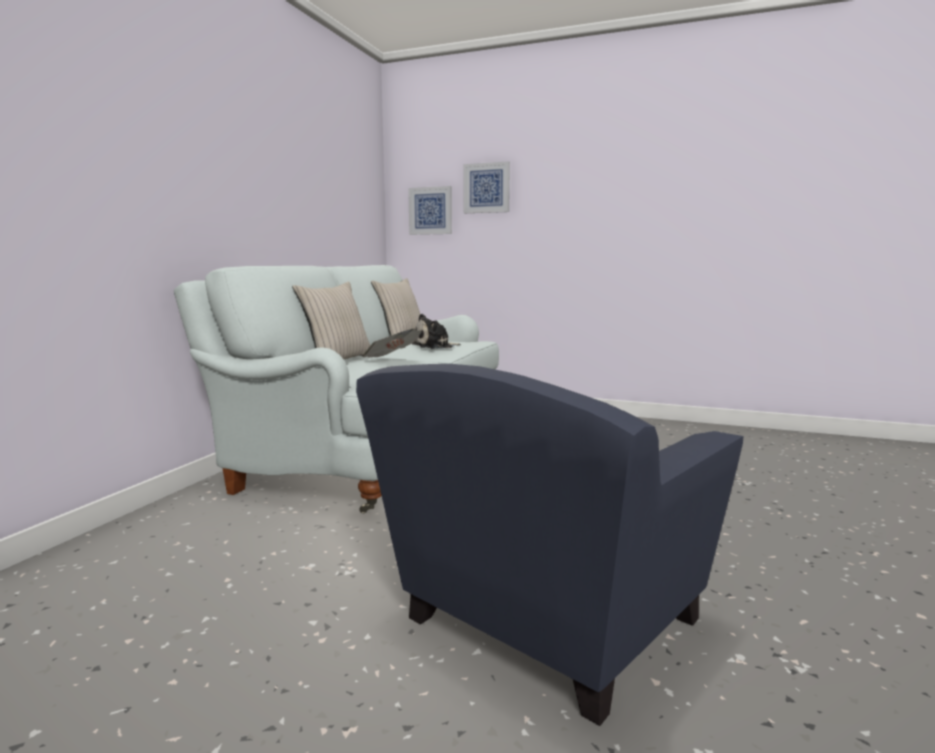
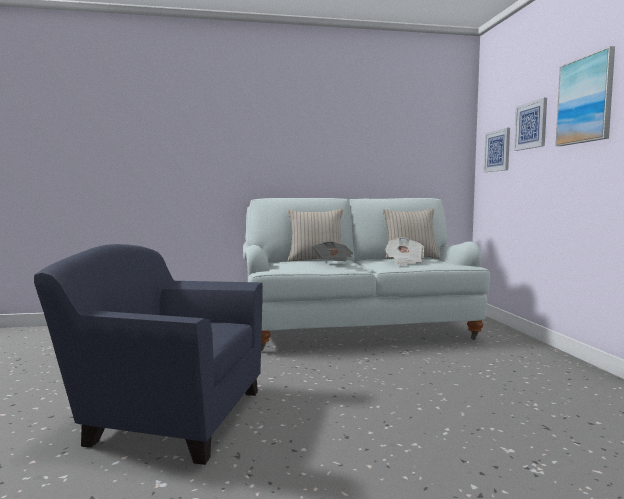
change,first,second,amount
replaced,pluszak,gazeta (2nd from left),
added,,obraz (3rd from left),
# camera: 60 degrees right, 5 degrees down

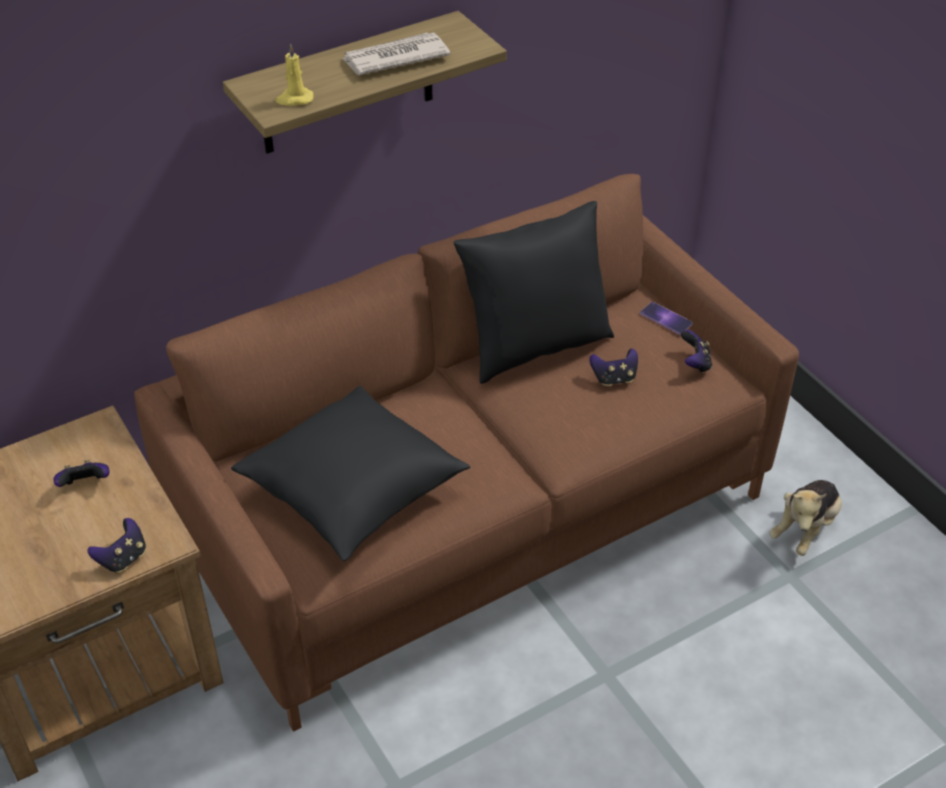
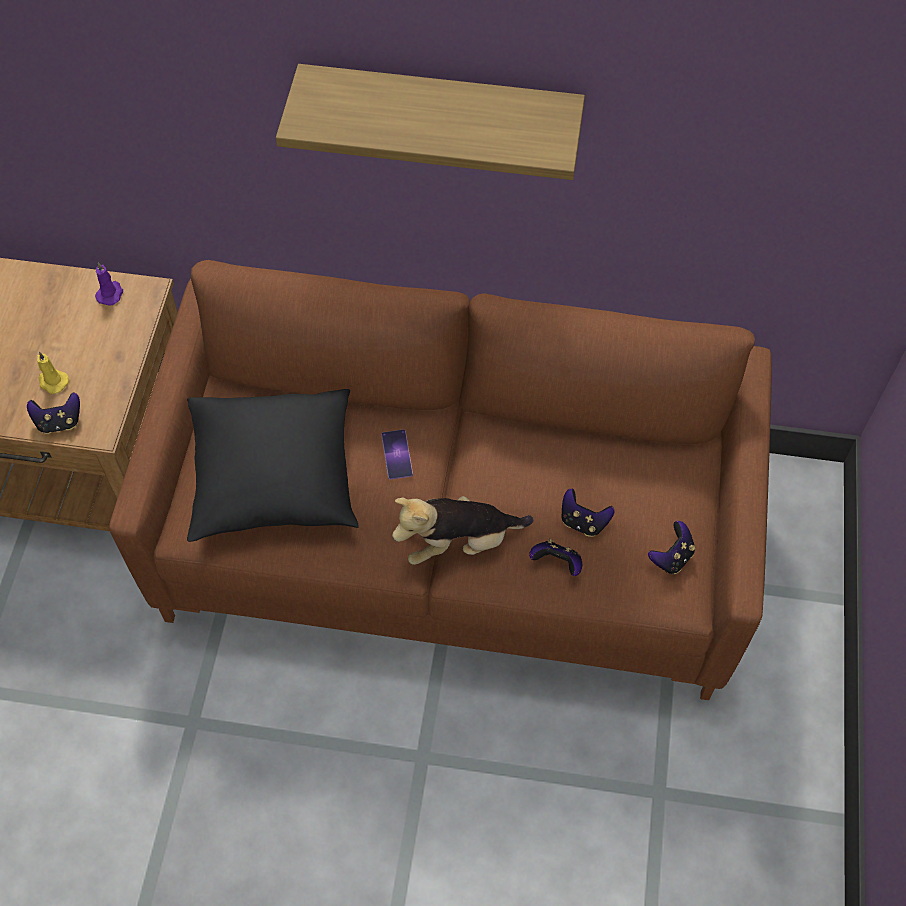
change,first,second,amount
moved,świeca (żółty),,
added,,świeca (fioletowy),
moved,telefon,,
moved,pluszak,,
moved,pad do gier (1st from left in the first image),pad do gier (2nd from left),
removed,gazeta,,
removed,poduszka (czarny) (2nd from left),,
# camera: 40 degrees right, 15 degrees up

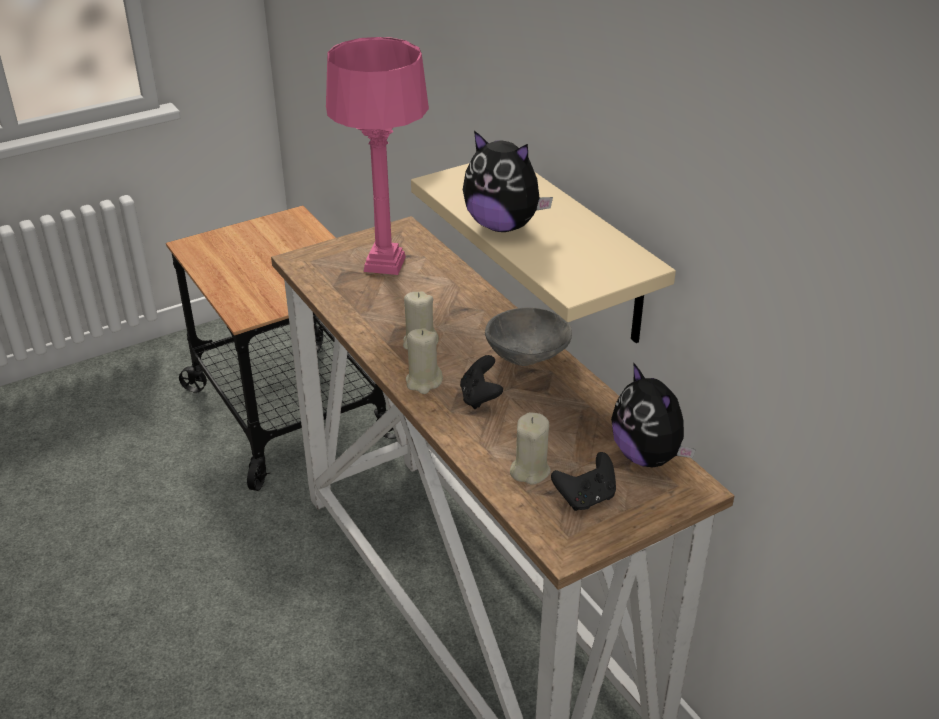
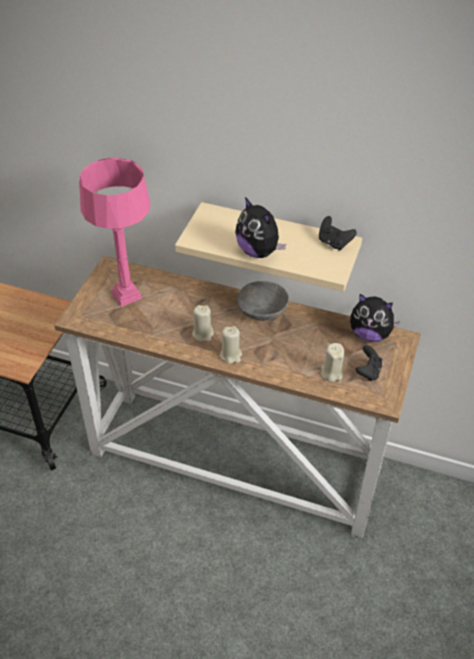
change,first,second,amount
turned,pluszak (1st from left),,60 degrees clockwise
moved,pad do gier (czarny) (1st from left),,
# camera: 40 degrees left, 10 degrees up

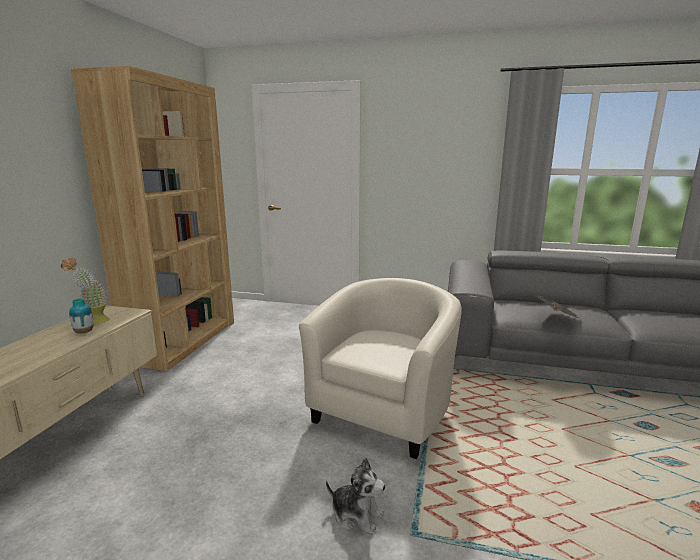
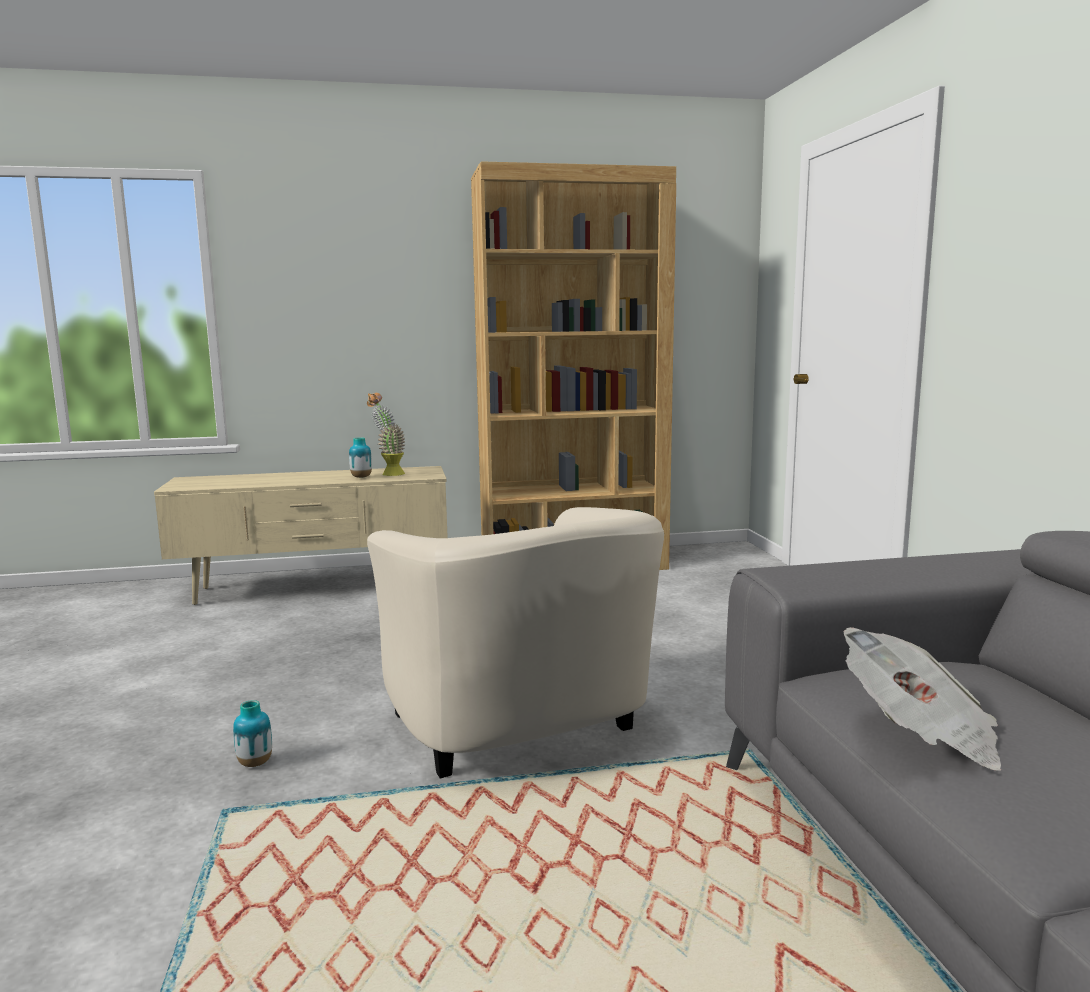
change,first,second,amount
replaced,pluszak,wazon (1st from left),
turned,fotel (beżowy),,60 degrees clockwise
# camera: 65 degrees right, 5 degrees down

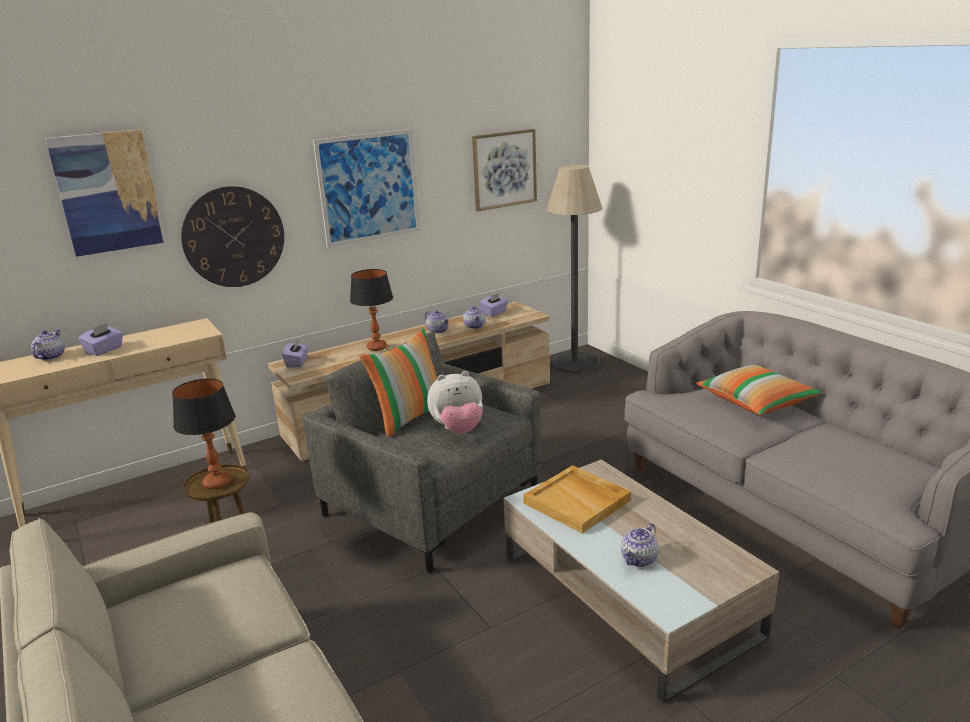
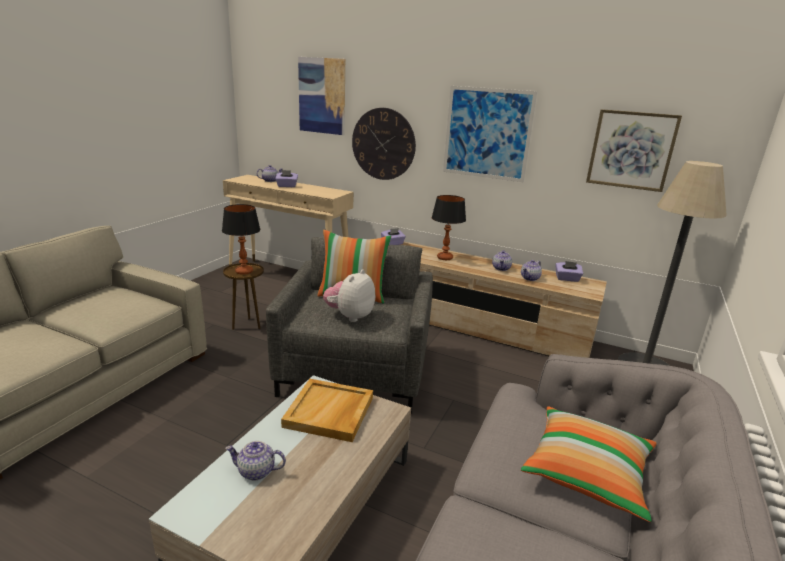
change,first,second,amount
turned,pluszak,,75 degrees clockwise
# camera: 55 degrees right, 0 degrees up

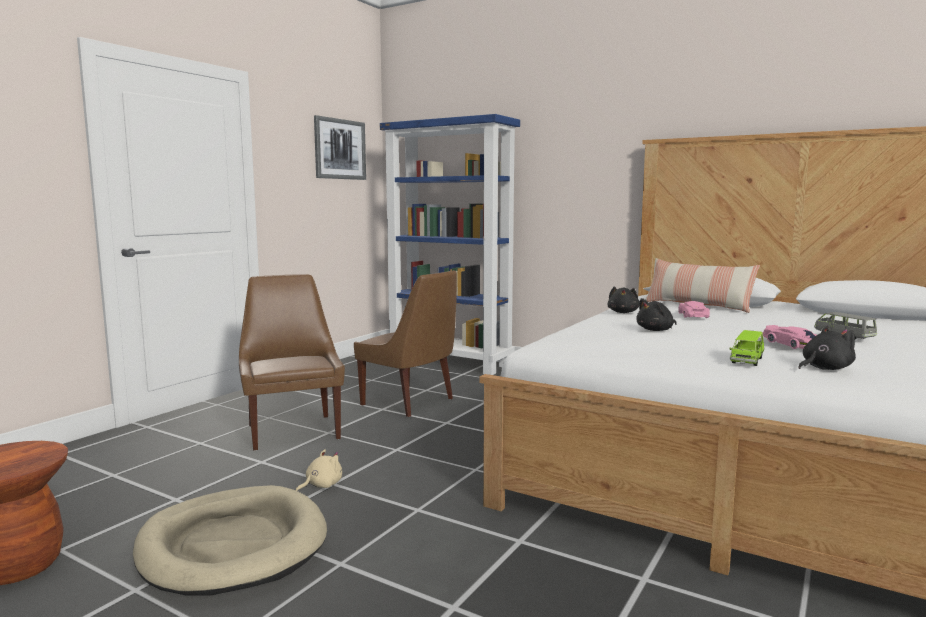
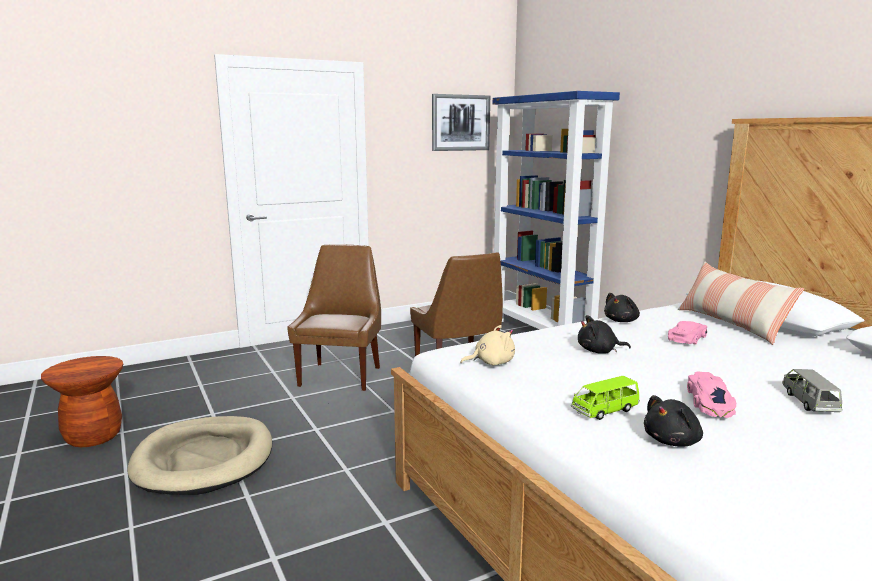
change,first,second,amount
moved,pluszak (beżowy),,
turned,pluszak (czarny) (3rd from left),,135 degrees clockwise
# camera: 30 degrees right, 5 degrees up

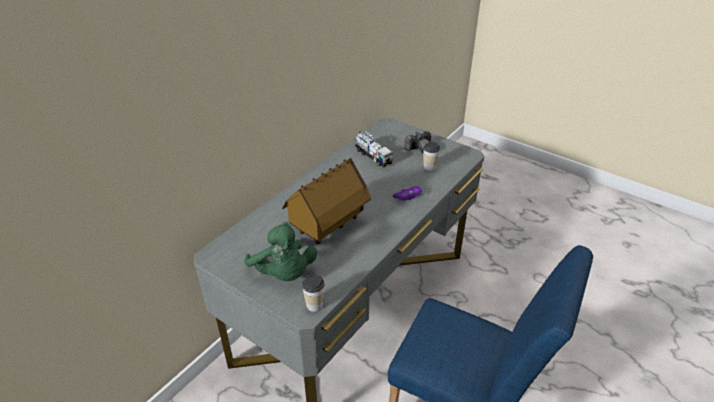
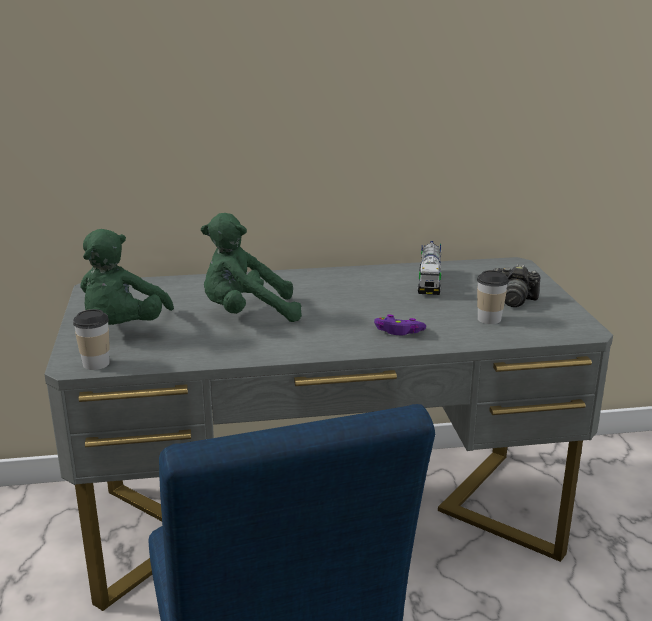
change,first,second,amount
replaced,domek,pluszak (zielony) (2nd from left),
# camera: 45 degrees right, 15 degrees down

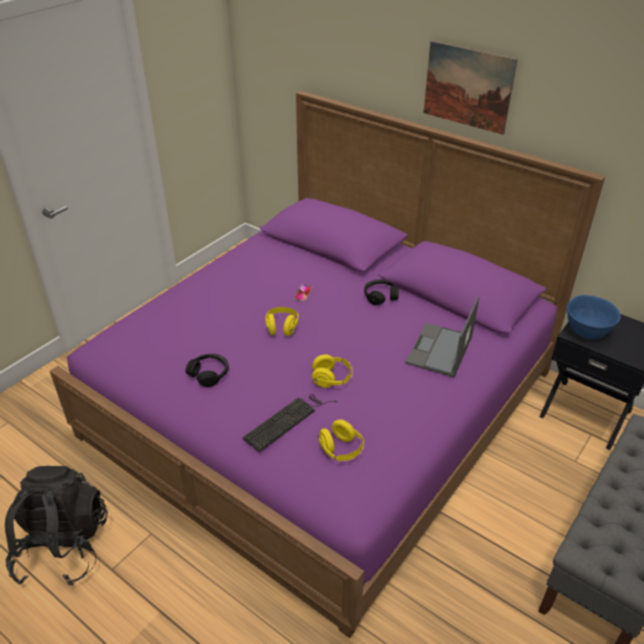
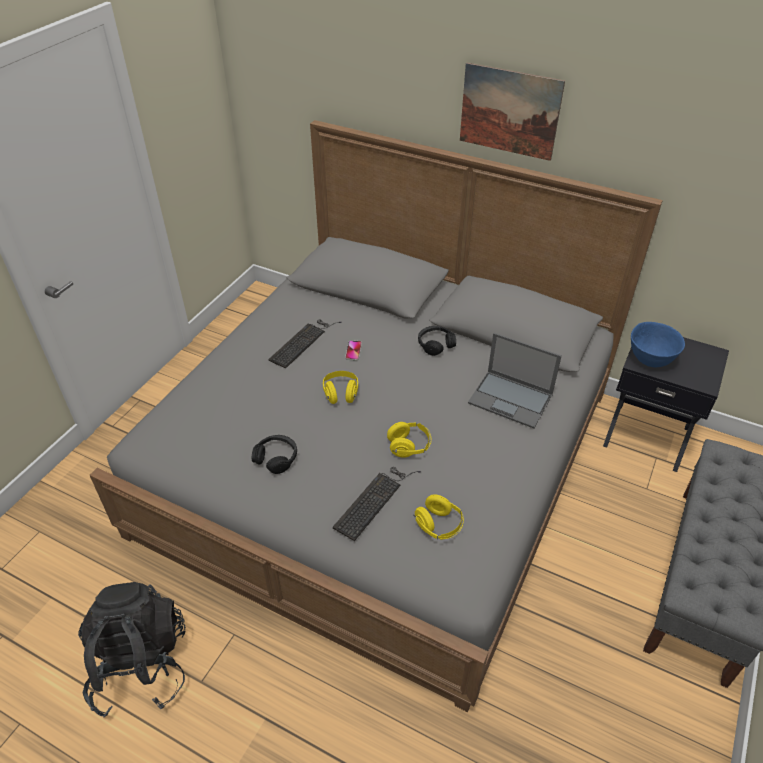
change,first,second,amount
recoloured,łóżko (fioletowy),łóżko (szary),
added,,klawiatura (1st from left),
turned,laptop,,75 degrees counterclockwise
# camera: 10 degrees left, 5 degrees up

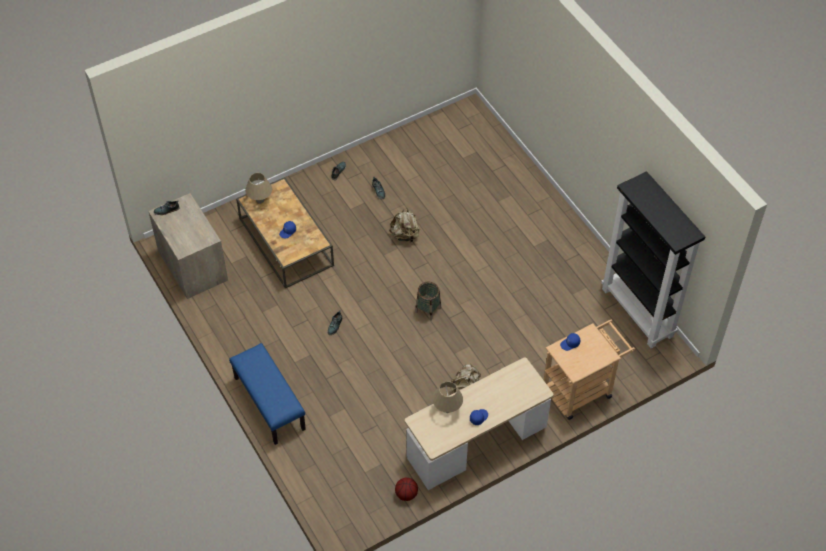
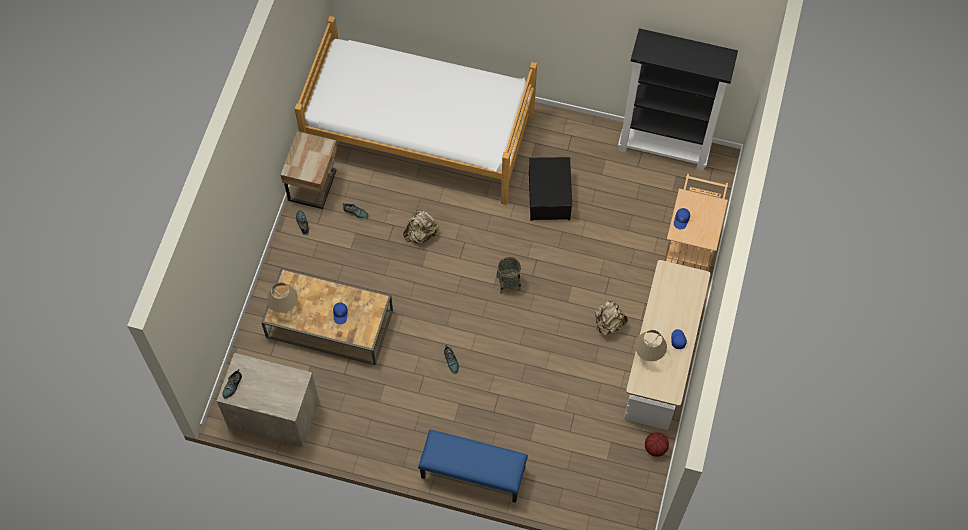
change,first,second,amount
added,,szafka nocna (beżowy),
added,,łóżko,
added,,pojemnik do przechowywania,
# camera: 45 degrees left, 10 degrees up

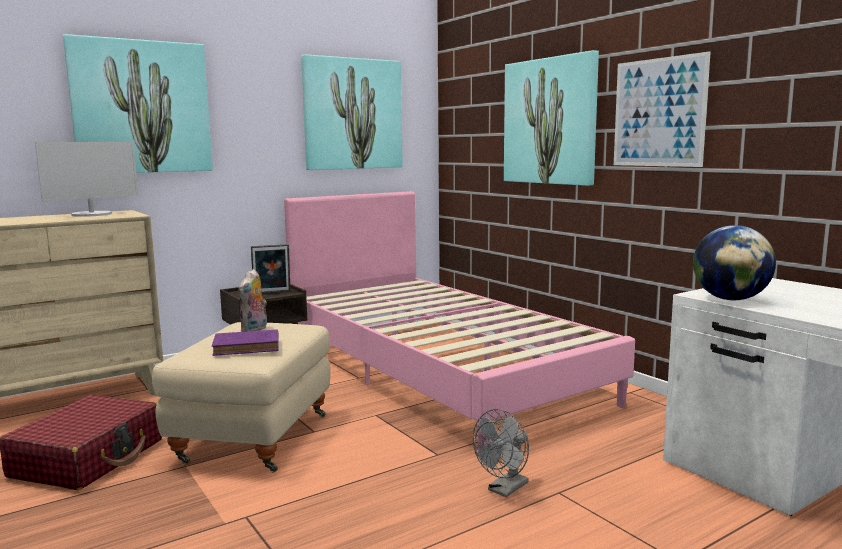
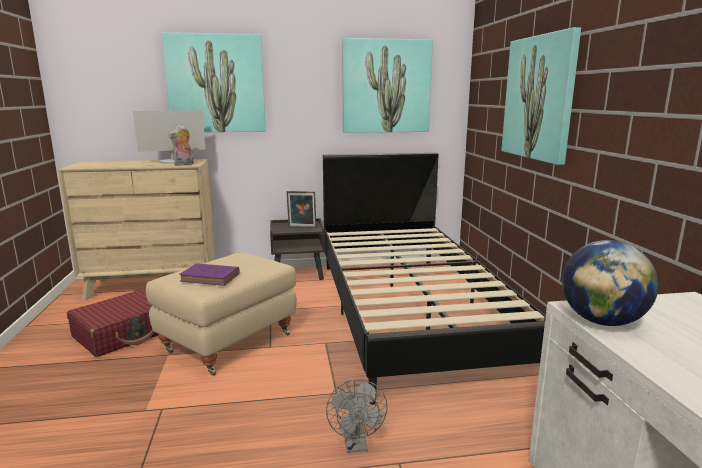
change,first,second,amount
moved,pluszak,,
recoloured,łóżko (różowy),łóżko (czarny),
turned,wentylator (szary),,75 degrees counterclockwise
removed,obraz (4th from left),,
# camera: 25 degrees right, 5 degrees up

